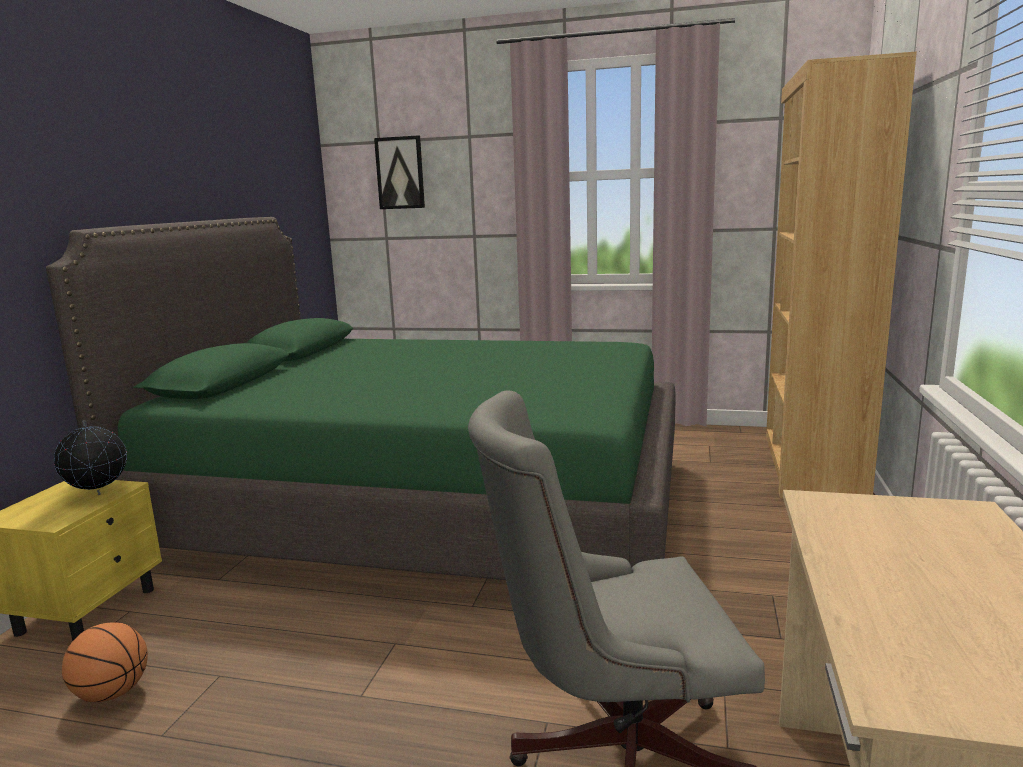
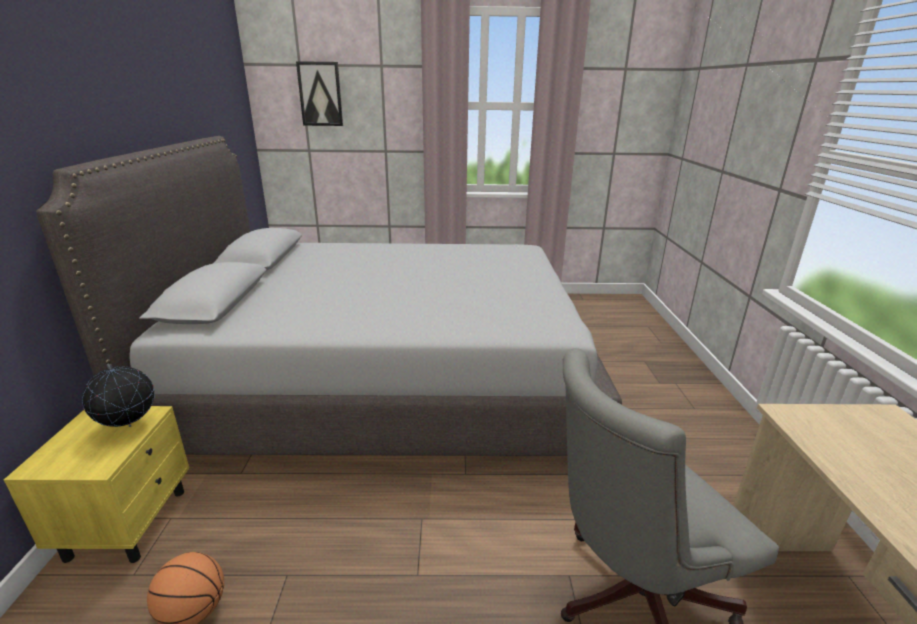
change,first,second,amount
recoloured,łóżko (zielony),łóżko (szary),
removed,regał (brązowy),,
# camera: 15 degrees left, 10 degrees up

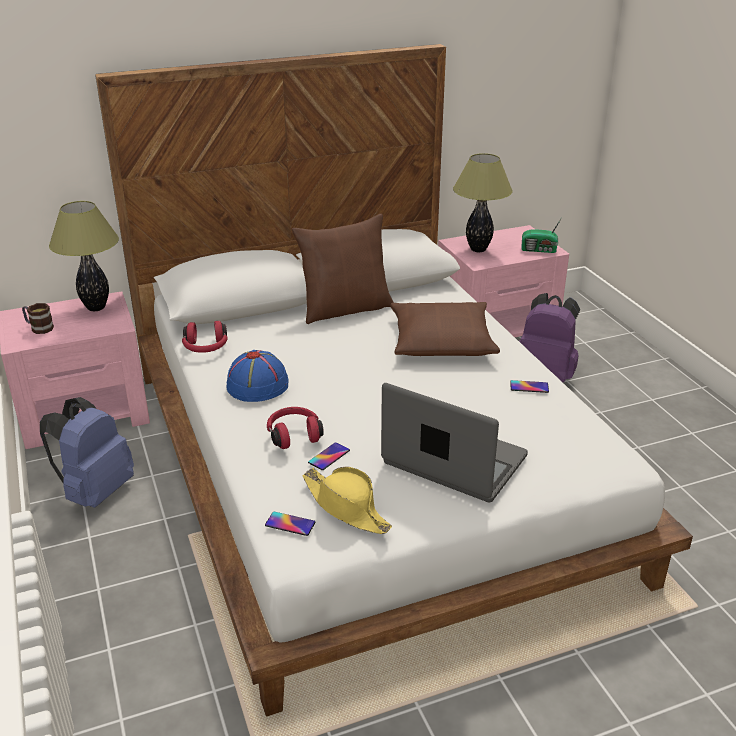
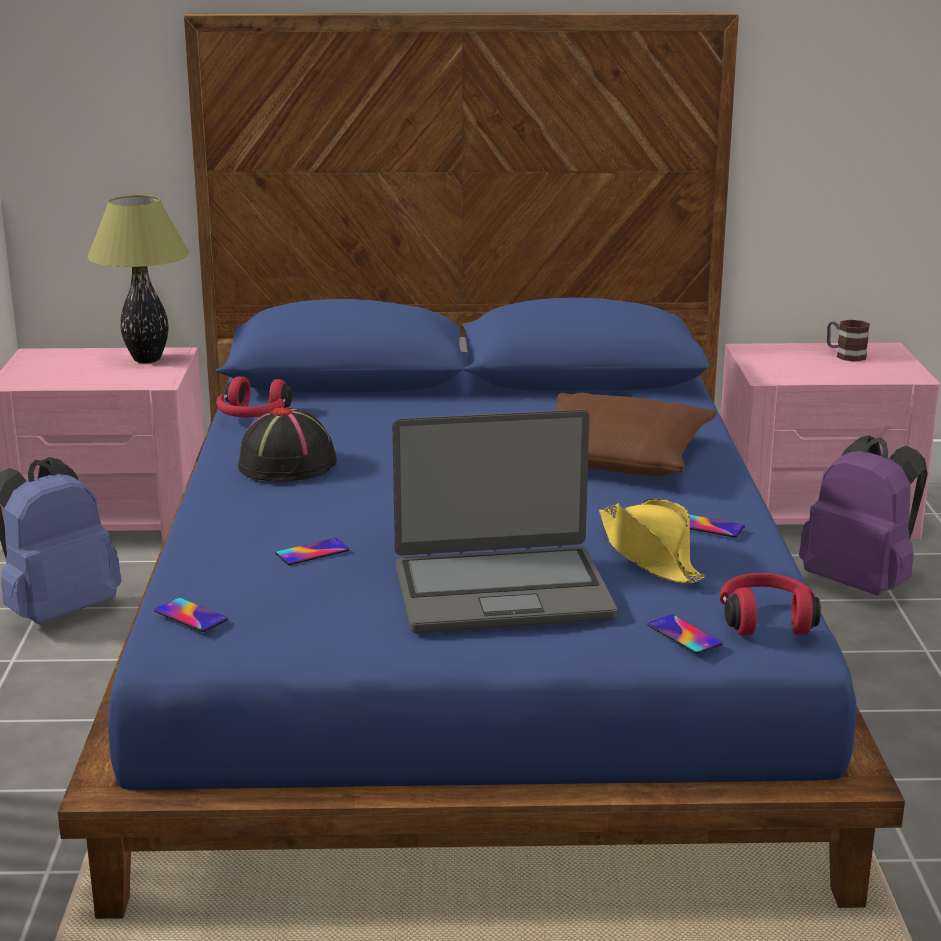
change,first,second,amount
recoloured,łóżko (biały),łóżko (niebieski),
recoloured,kapelusz (niebieski),kapelusz (czarny),
turned,laptop,,120 degrees clockwise
moved,kapelusz (żółty),,
added,,telefon (3rd from left),
moved,słuchawki (czerwony) (2nd from left),,
moved,kubek,,
removed,poduszka (brązowy) (1st from left),,
removed,lampa stołowa (2nd from left),,
removed,radio,,
# camera: 20 degrees right, 10 degrees down

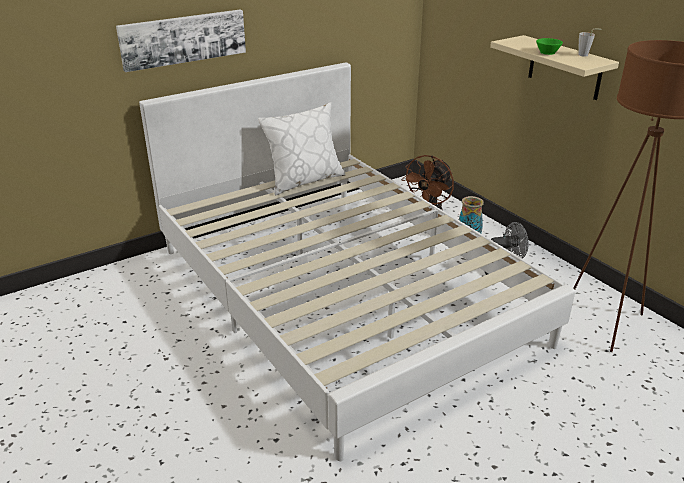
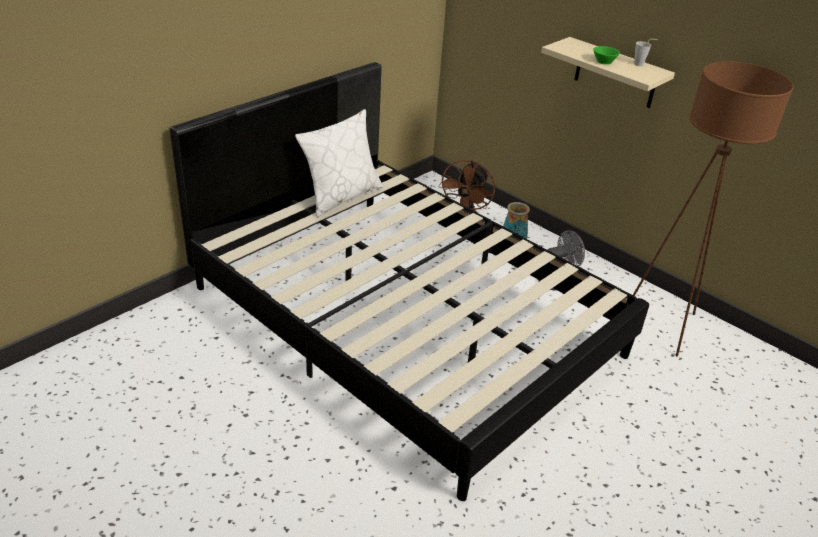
change,first,second,amount
recoloured,łóżko (biały),łóżko (czarny),
removed,obraz,,
# camera: 15 degrees left, 5 degrees up

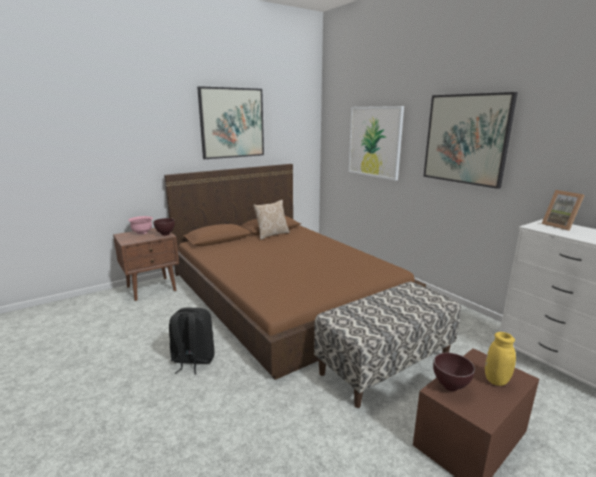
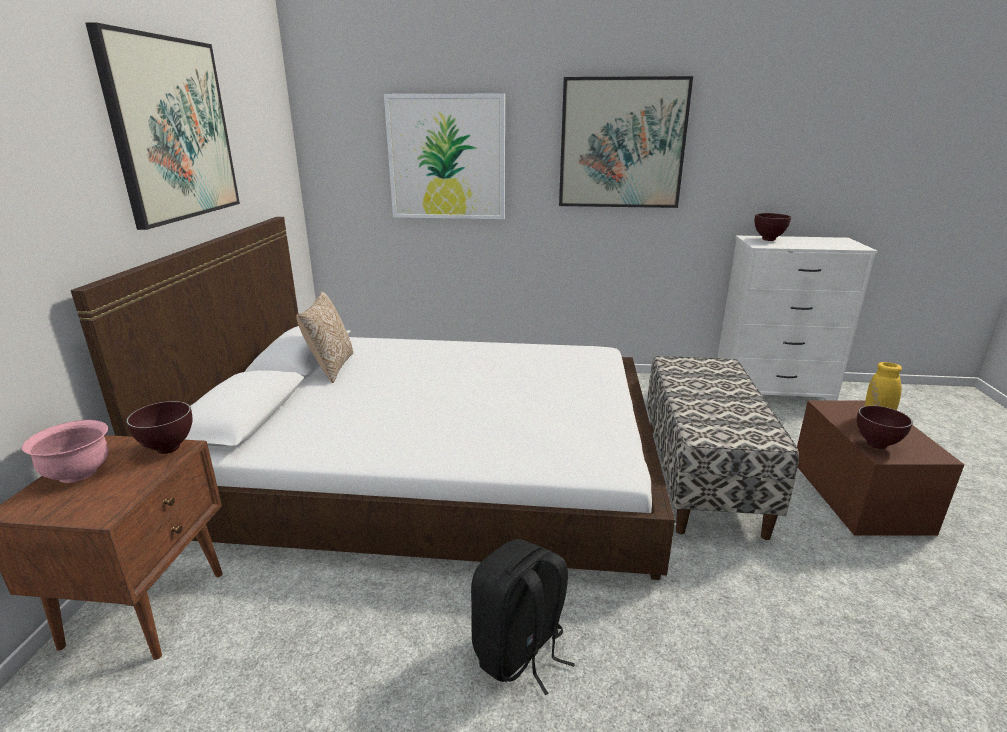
change,first,second,amount
recoloured,łóżko (brązowy),łóżko (biały),
replaced,ramka na zdjęcie,miska (brązowy) (2nd from left),
# camera: 50 degrees left, 5 degrees up

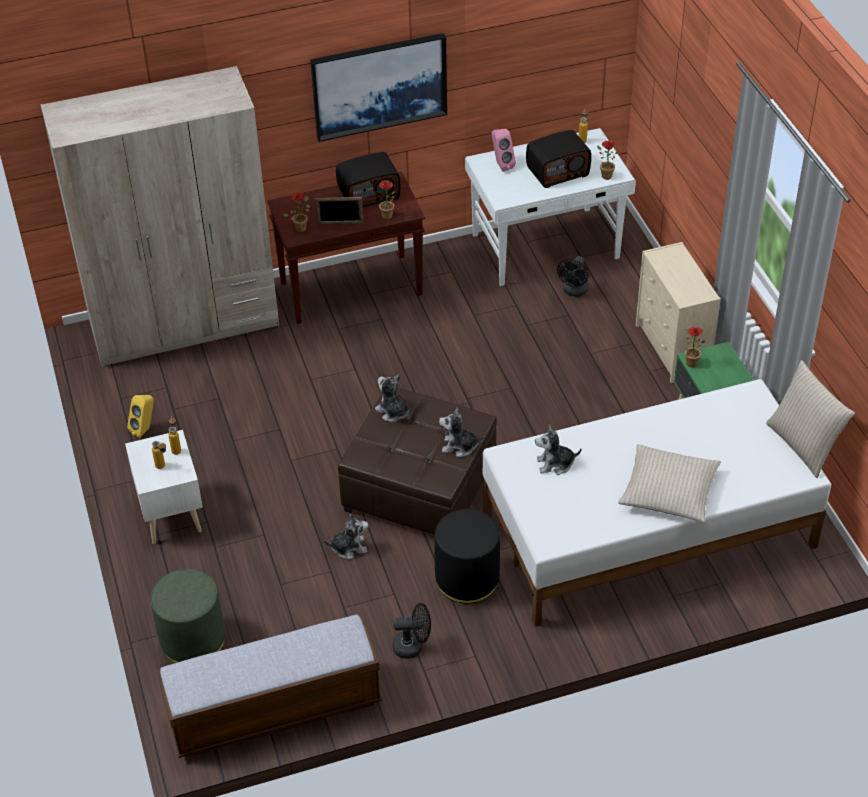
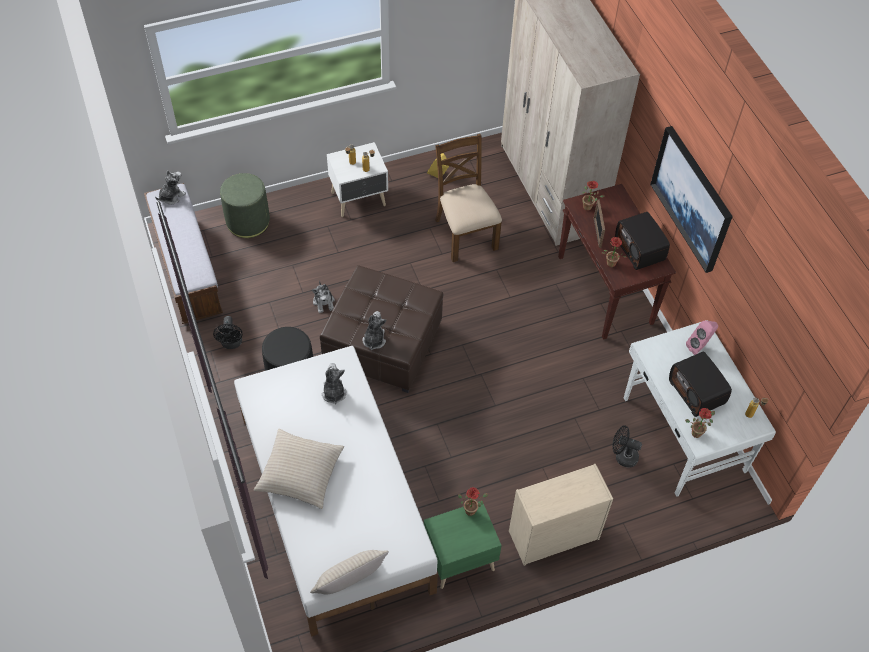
change,first,second,amount
moved,pluszak (2nd from left in the first image),pluszak (1st from left),
added,,krzesło (brązowy),
# camera: 85 degrees right, 10 degrees up

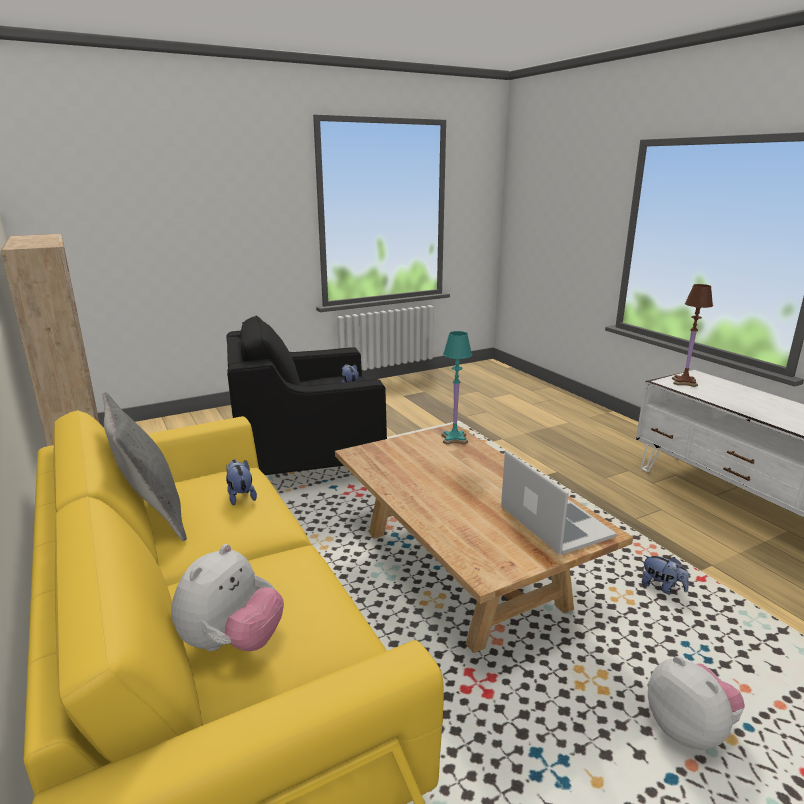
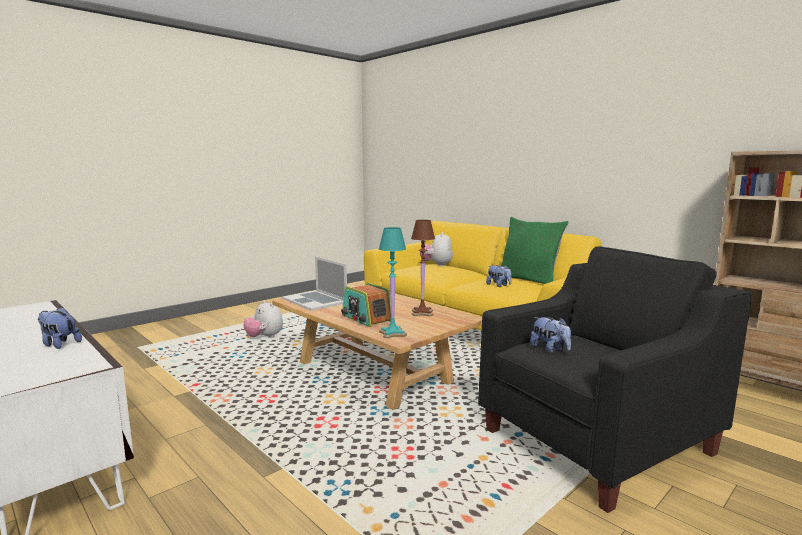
change,first,second,amount
moved,pluszak (4th from left in the first image),pluszak (1st from left),
added,,radio,
moved,lampa stołowa (brązowy),,
recoloured,poduszka (szary),poduszka (zielony),
# camera: 165 degrees right, 10 degrees down

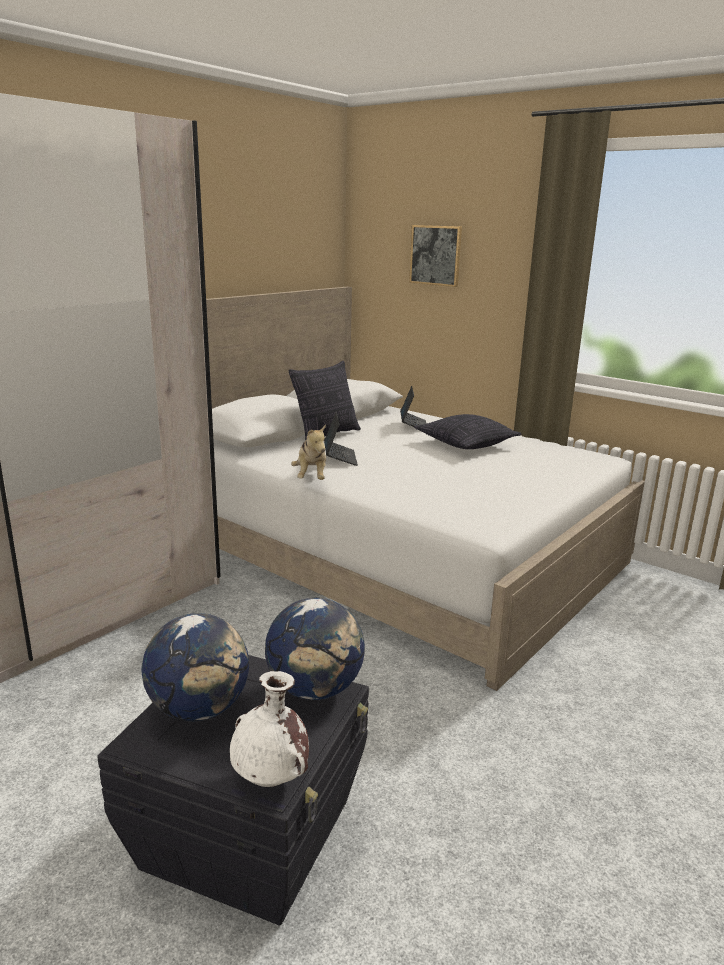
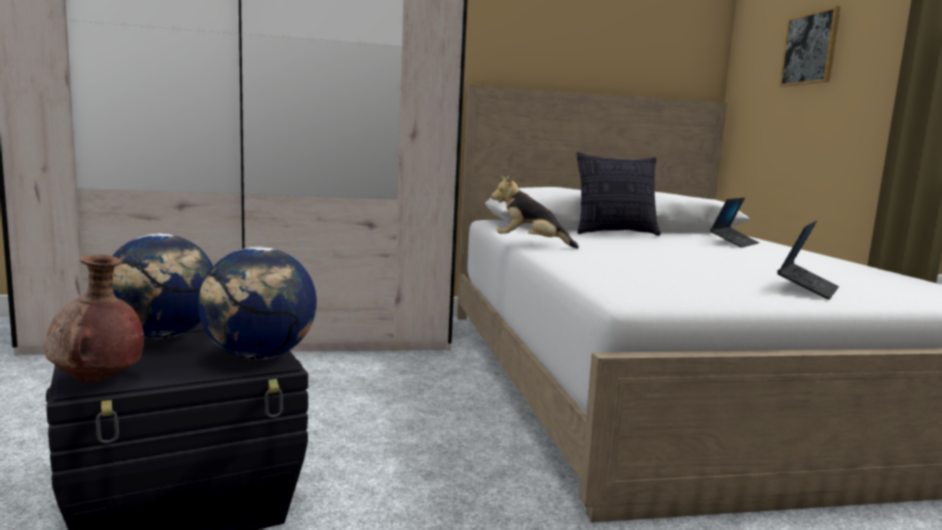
change,first,second,amount
recoloured,wazon (biały),wazon (brązowy),
turned,pluszak,,75 degrees clockwise
moved,laptop (1st from left in the first image),laptop (2nd from left),
removed,poduszka (2nd from left),,
# camera: 40 degrees right, 10 degrees down

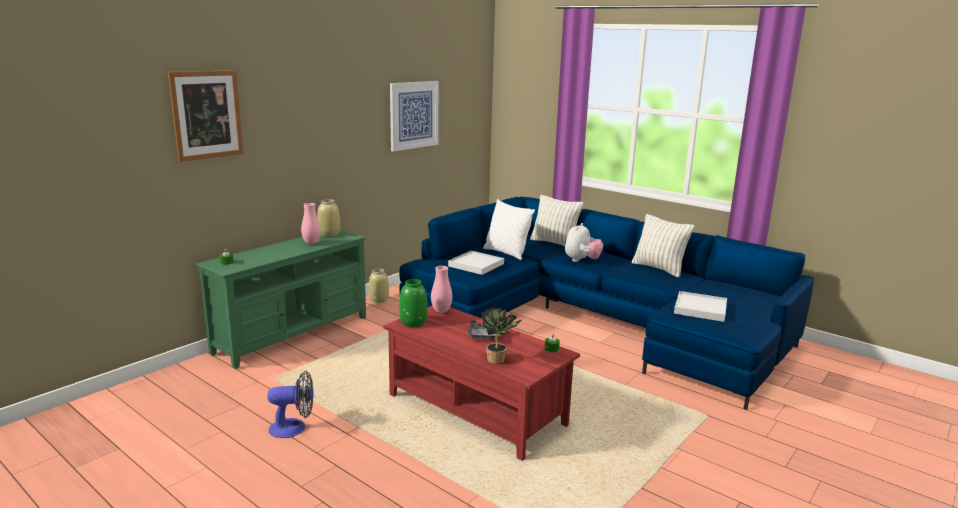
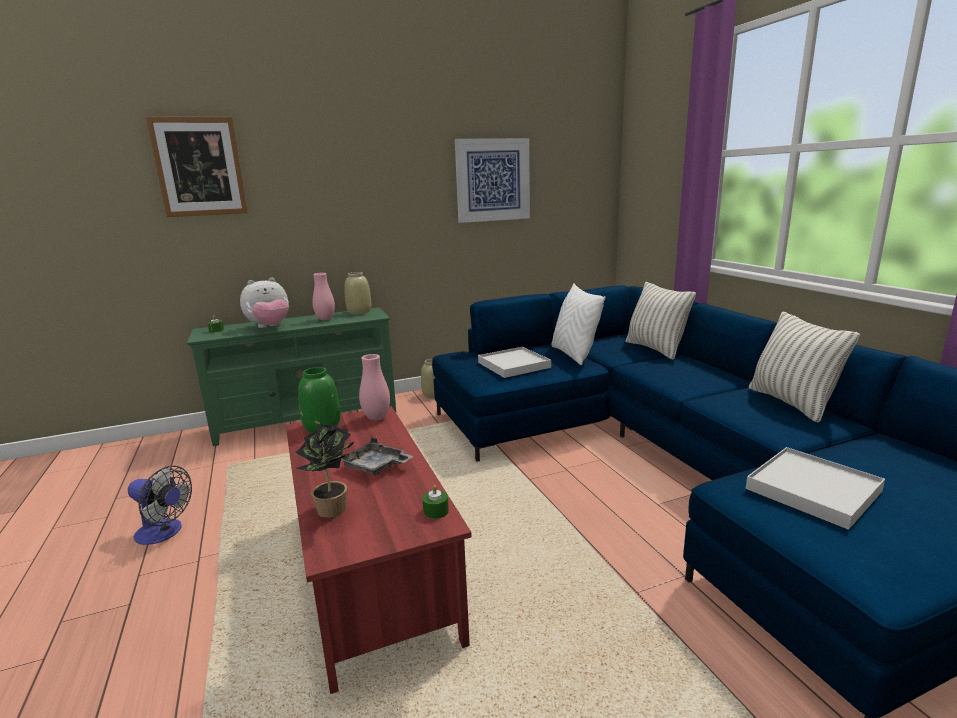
change,first,second,amount
moved,pluszak,,
# camera: 30 degrees right, 0 degrees up

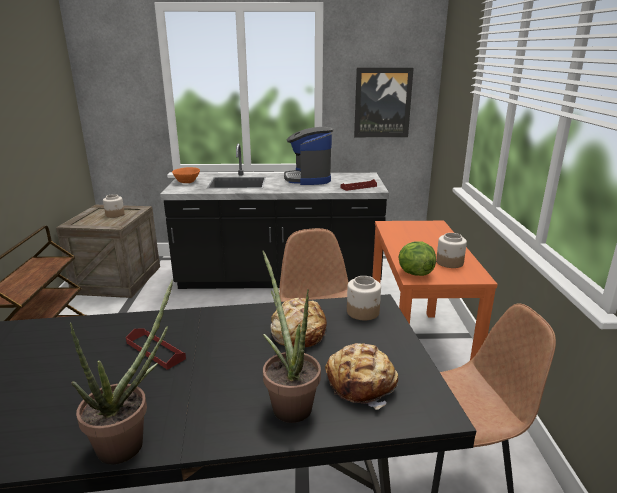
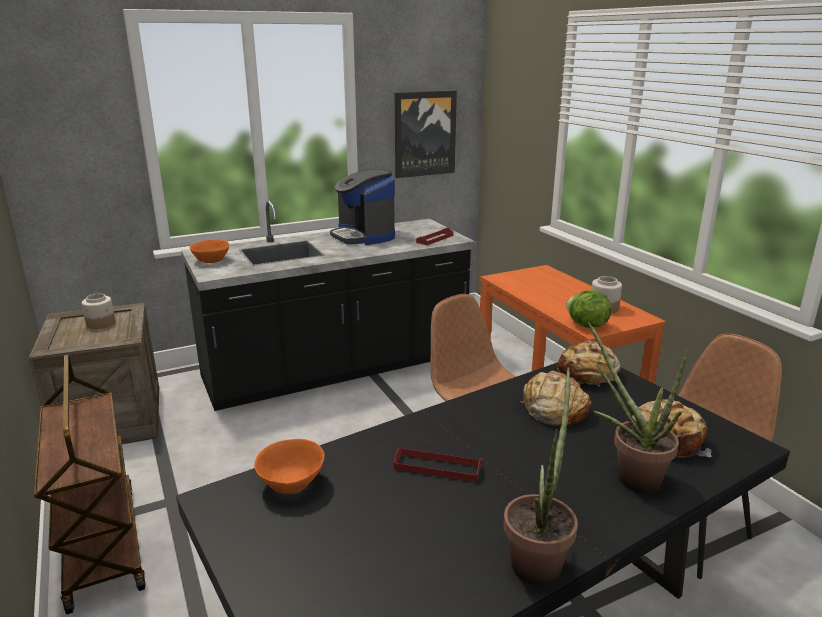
change,first,second,amount
added,,miska (pomarańczowy) (2nd from left),
replaced,słoik (2nd from left),chleb (2nd from left),
# camera: 25 degrees left, 0 degrees up

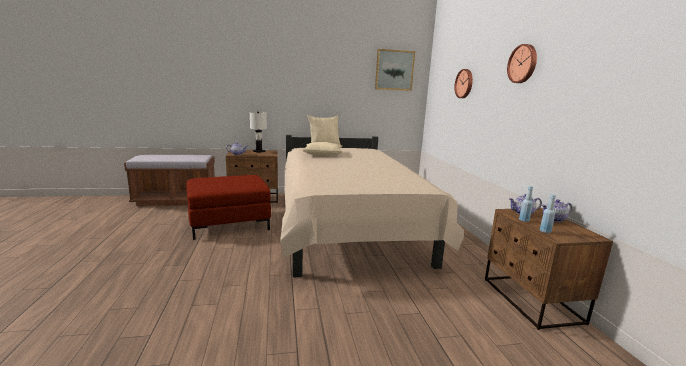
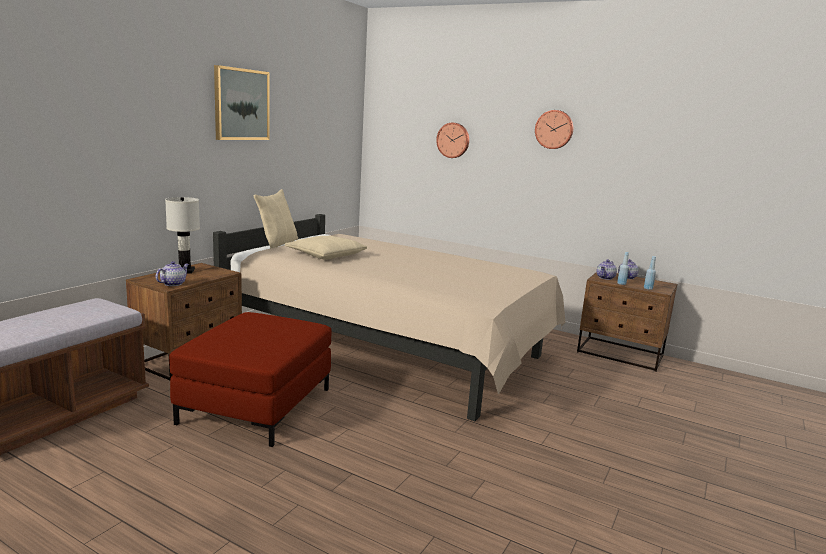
change,first,second,amount
moved,obraz,,
# camera: 50 degrees left, 0 degrees up

